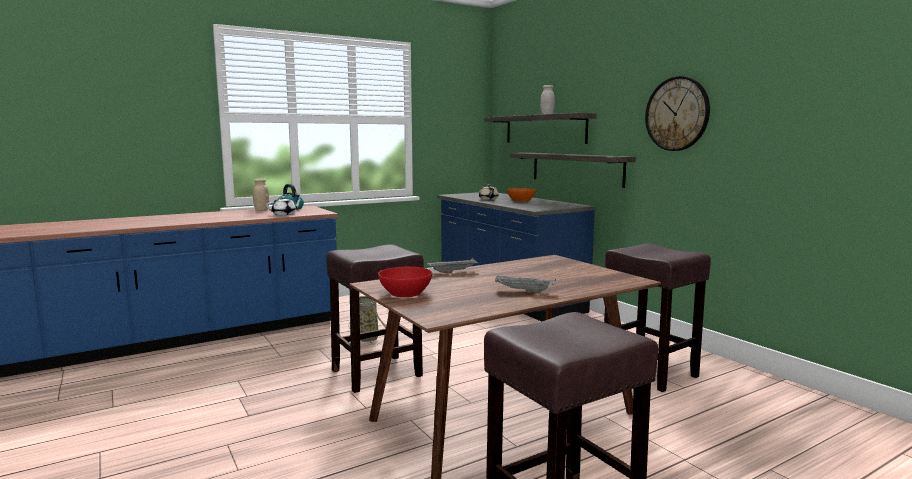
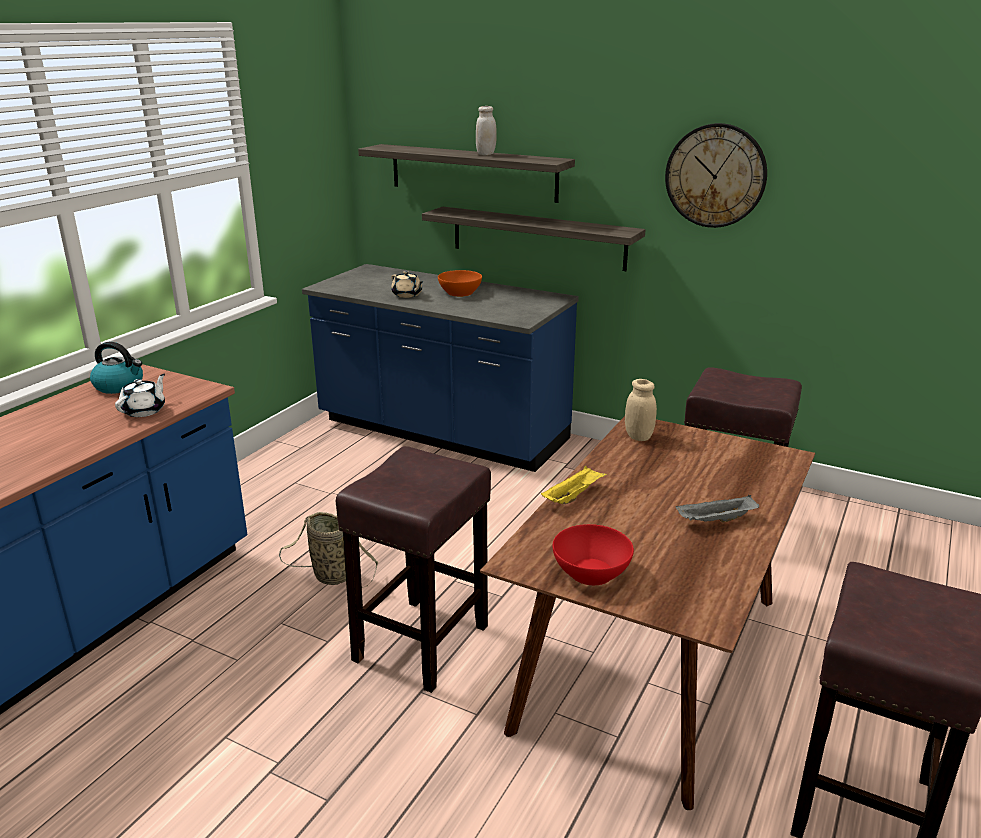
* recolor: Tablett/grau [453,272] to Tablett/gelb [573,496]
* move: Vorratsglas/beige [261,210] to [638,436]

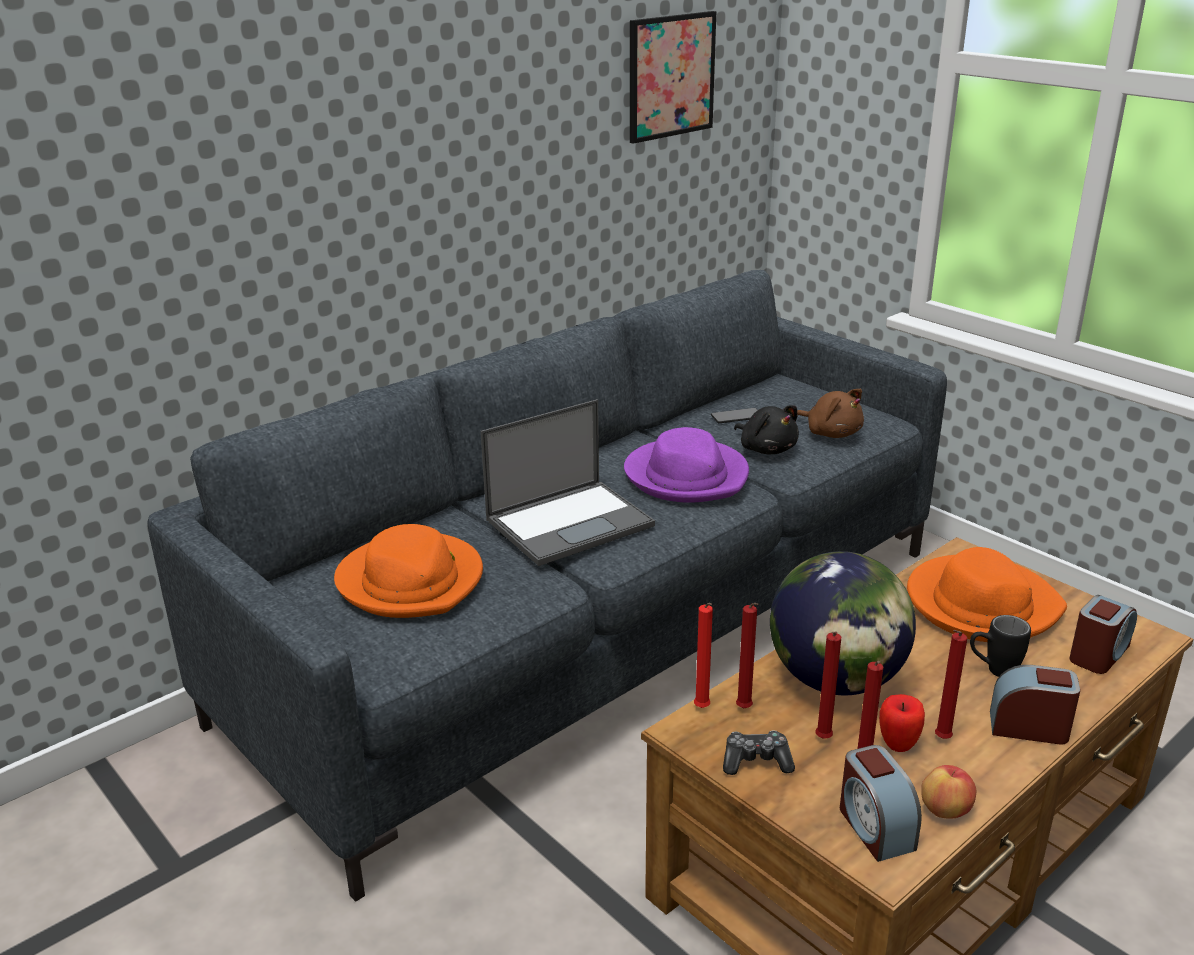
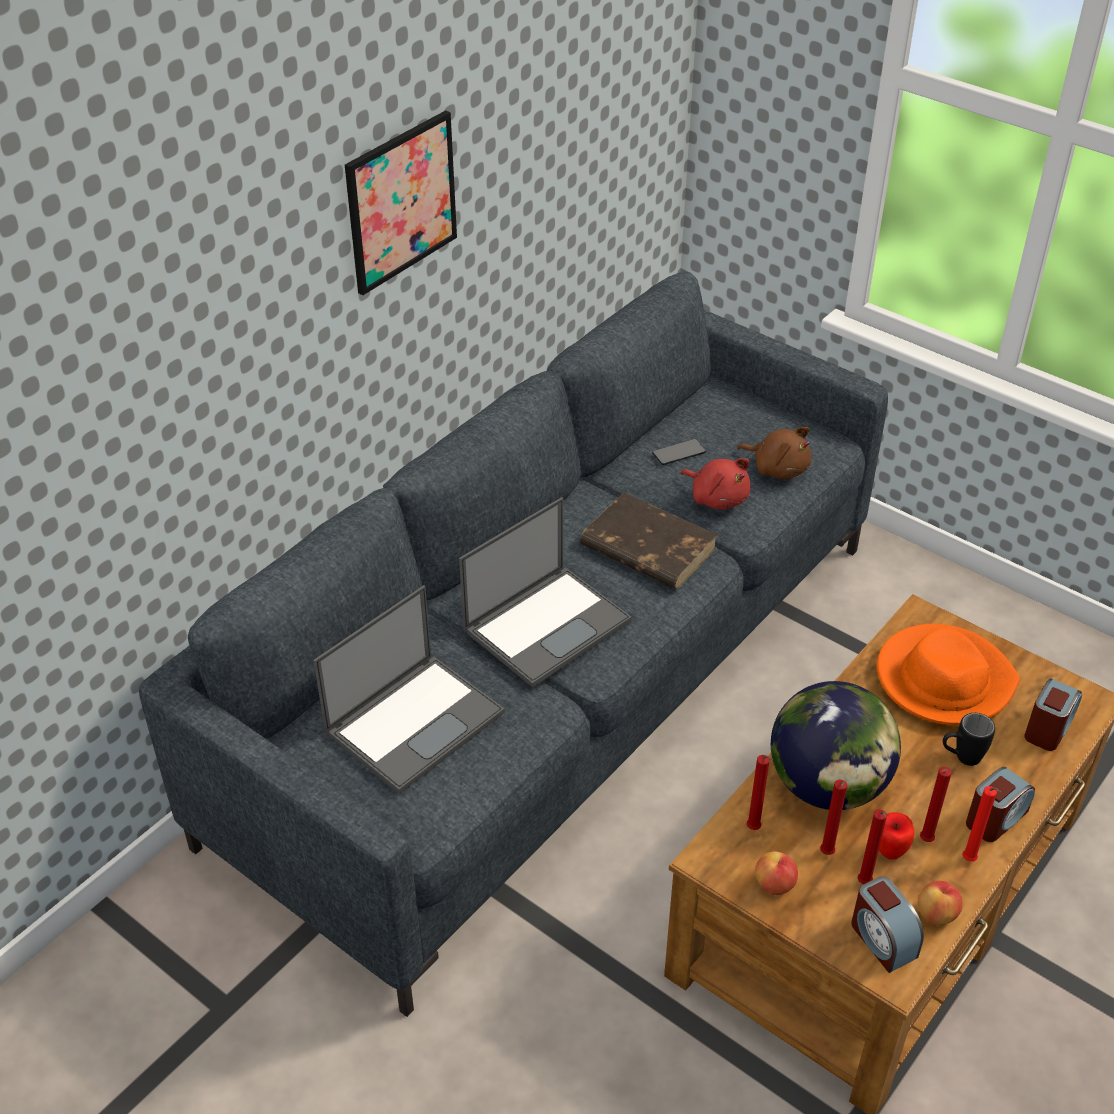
* replace: Hut/orange [412,581] to Laptop [416,721]
* move: Bild [671,76] to [401,202]
* replace: Hut/lila [687,476] to Buch/braun [647,547]
* recolor: Plüschtier/schwarz [766,449] to Plüschtier/rot [717,498]
* replace: Gamepad [756,761] to Apfel [774,885]
* move: Kerze/rot [702,709] to [970,861]
* rotate: Wecker [1028,727] = [995,818] 135 degrees clockwise

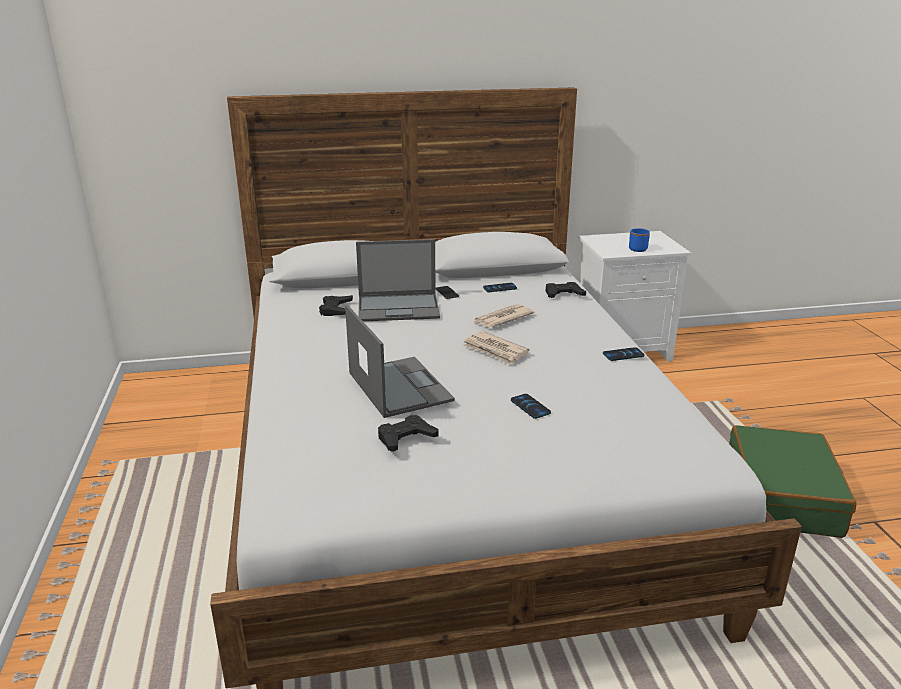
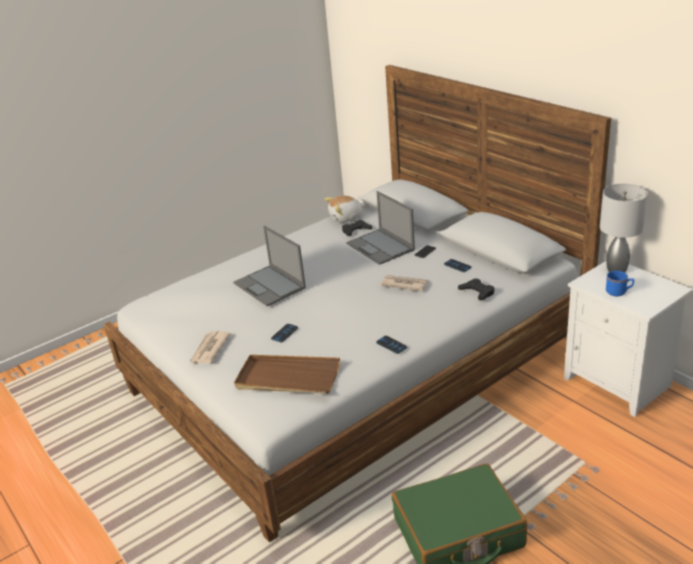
* move: Zeitung [495,350] to [209,349]
* rotate: Laptop [398,386] = [270,286] 105 degrees clockwise
* insert: Tablett/braun [287,378]
* insert: Plüschtier [346,218]
* insert: Tischlampe/grau [617,270]
* delete: Gamepad/schwarz [406,438]

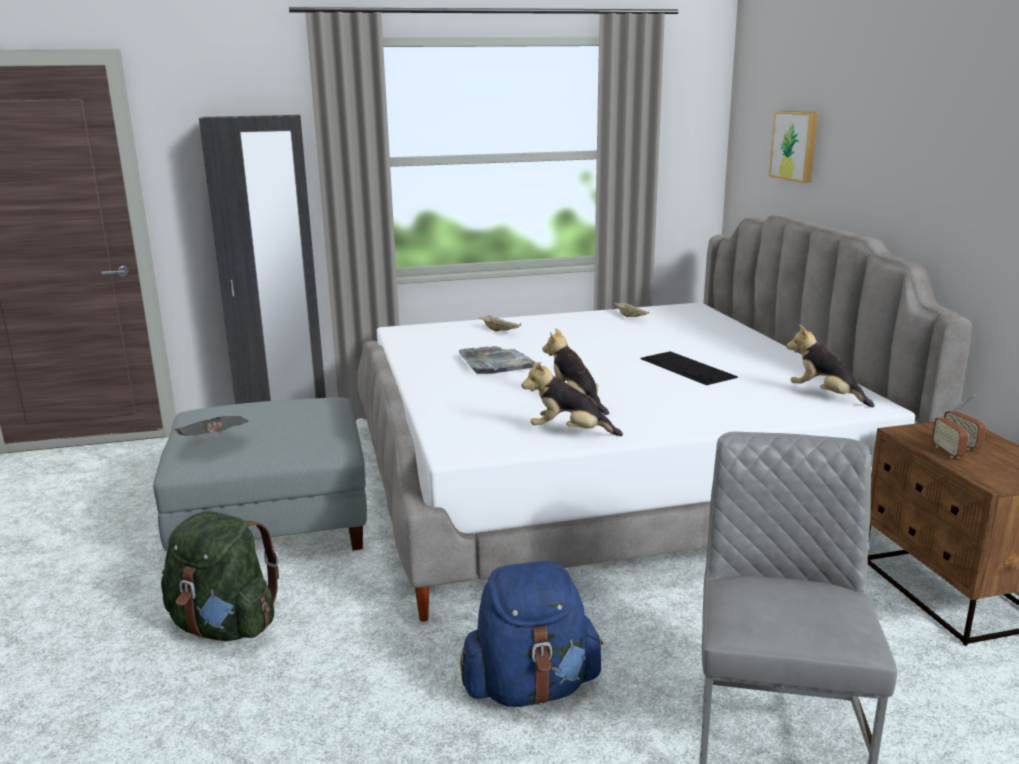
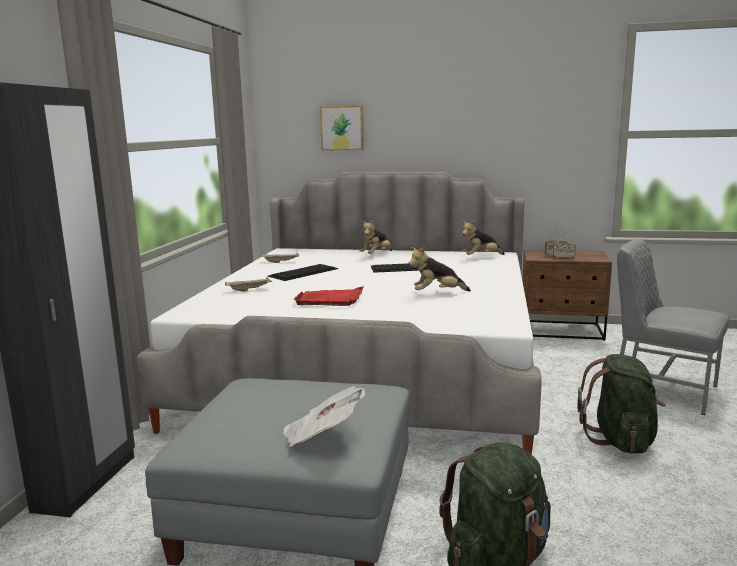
* insert: Tastatur [303,272]
* recolor: Tablett/grau [497,363] to Tablett/rot [330,299]
* move: Plüschtier [569,432] to [376,255]
* recolor: Rucksack/blau [531,688] to Rucksack/grün [620,440]

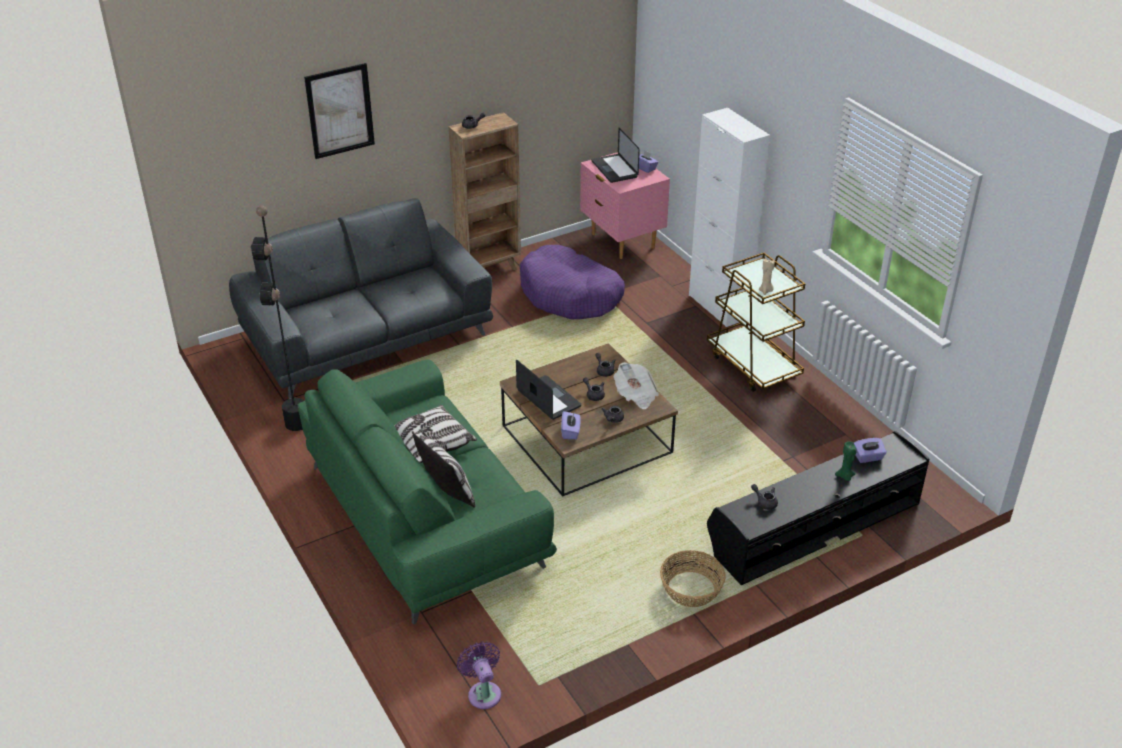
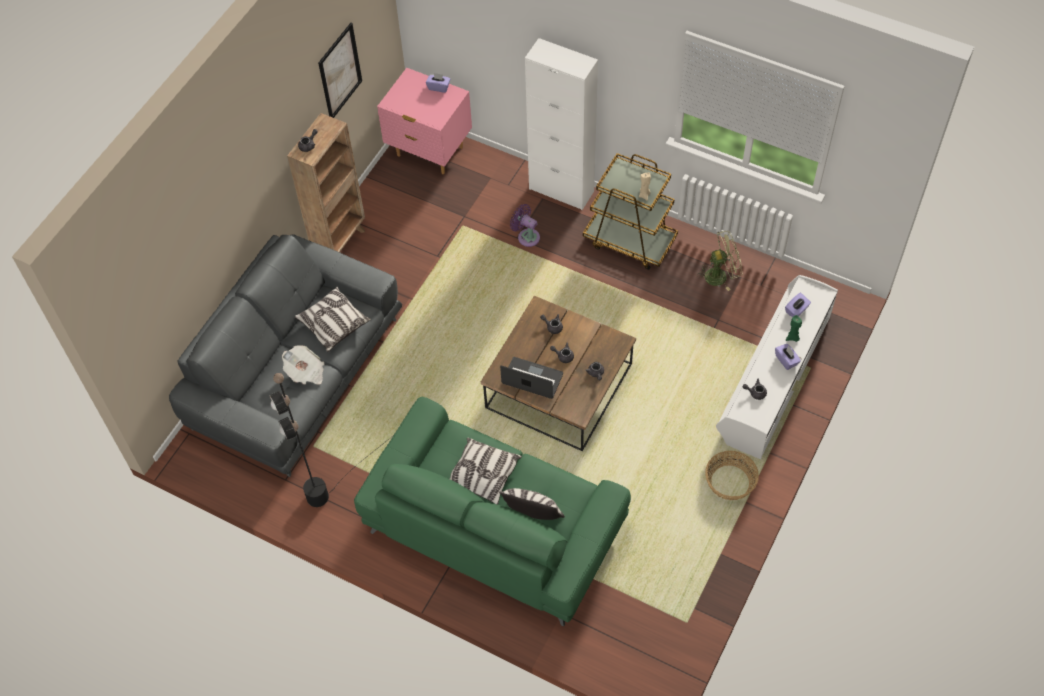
* move: Zeitung [635,395] to [305,372]
* insert: Kissen [333,324]
* move: Bild [340,111] to [340,71]
* move: Ventilator/lila [483,692] to [526,236]
* insert: Ventilator/grün [720,275]
* recolor: Fernsehschrank/schwarz [813,525] to Fernsehschrank/weiß [773,377]
* move: Taschentuchbox/lila [570,432] to [786,360]
* delete: Hundebett/lila [570,295]
* delete: Laptop [614,169]

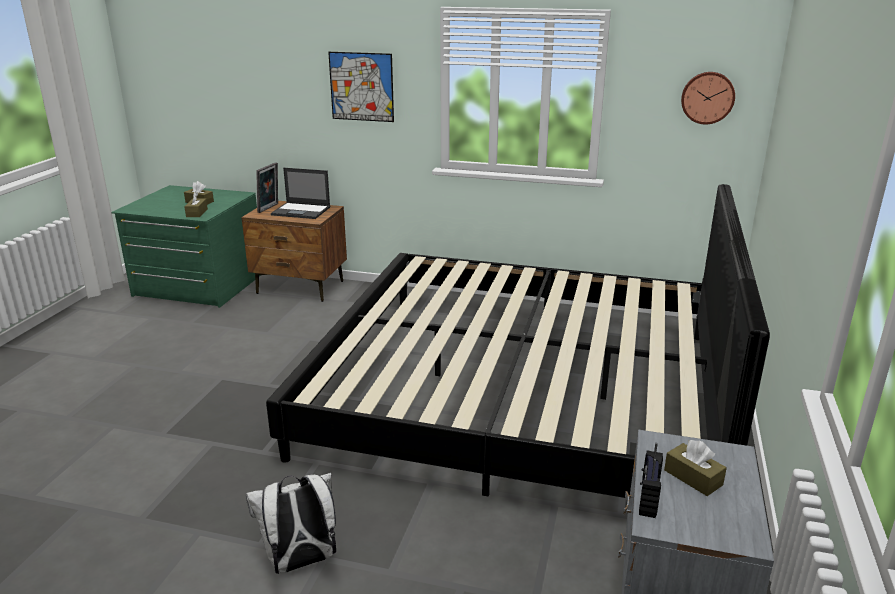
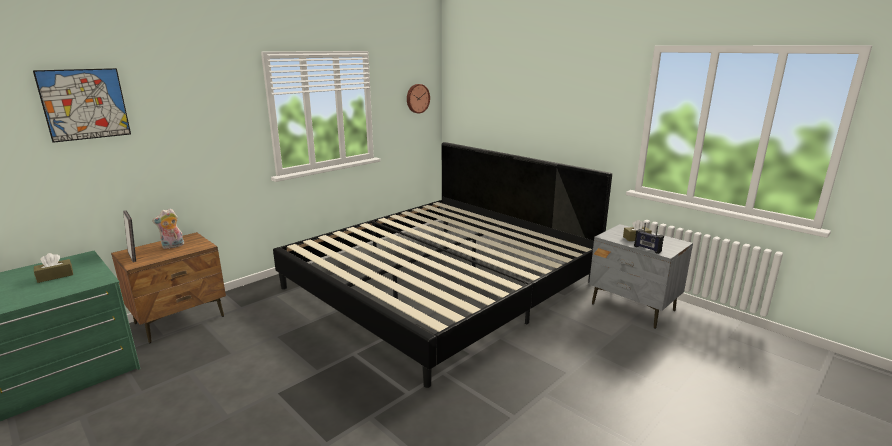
* move: Bild [361,87] to [85,104]
* replace: Laptop [302,211] to Plüschtier [172,246]
* delete: Taschentuchbox/braun [197,213]
* delete: Rucksack/weiß [300,562]

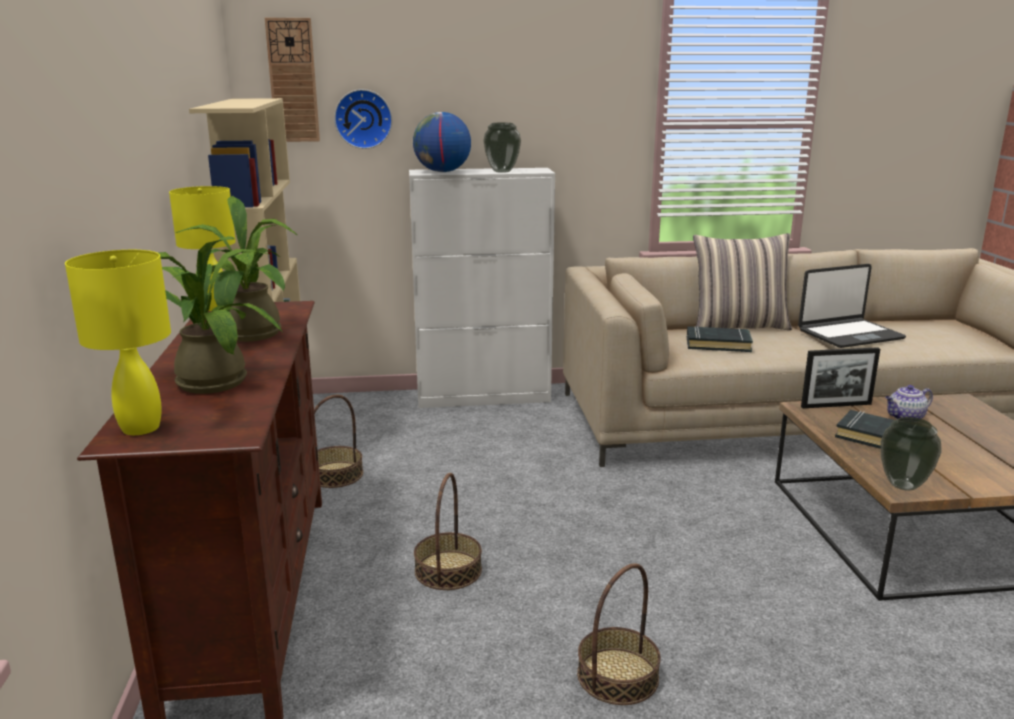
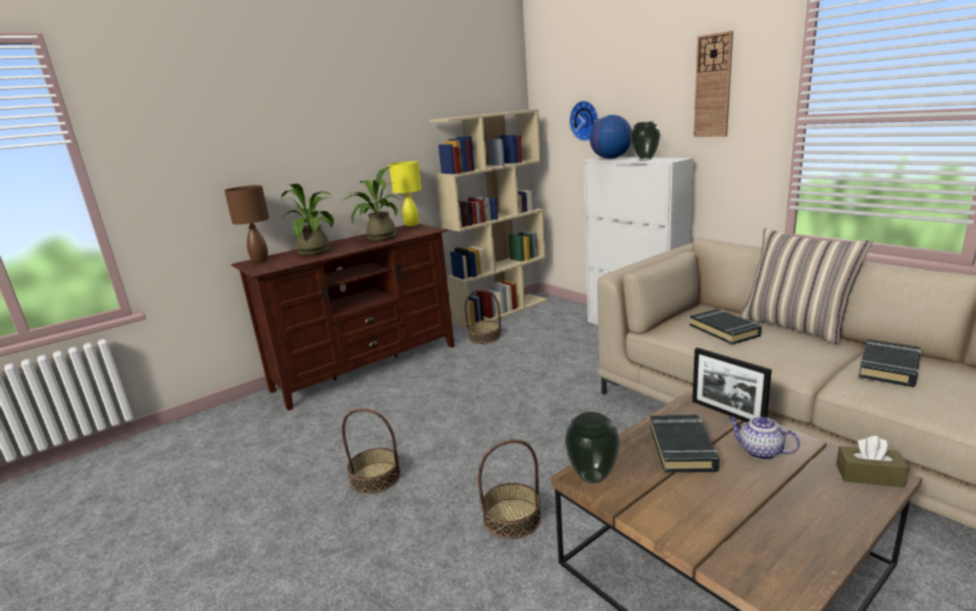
* recolor: Tischlampe/gelb [139,428] to Tischlampe/braun [260,260]
* move: Korb [448,570] to [512,517]
* move: Wanduhr [293,81] to [713,86]
* insert: Taschentuchbox/braun [869,475]
* replace: Laptop [849,334] to Buch/schwarz [889,368]

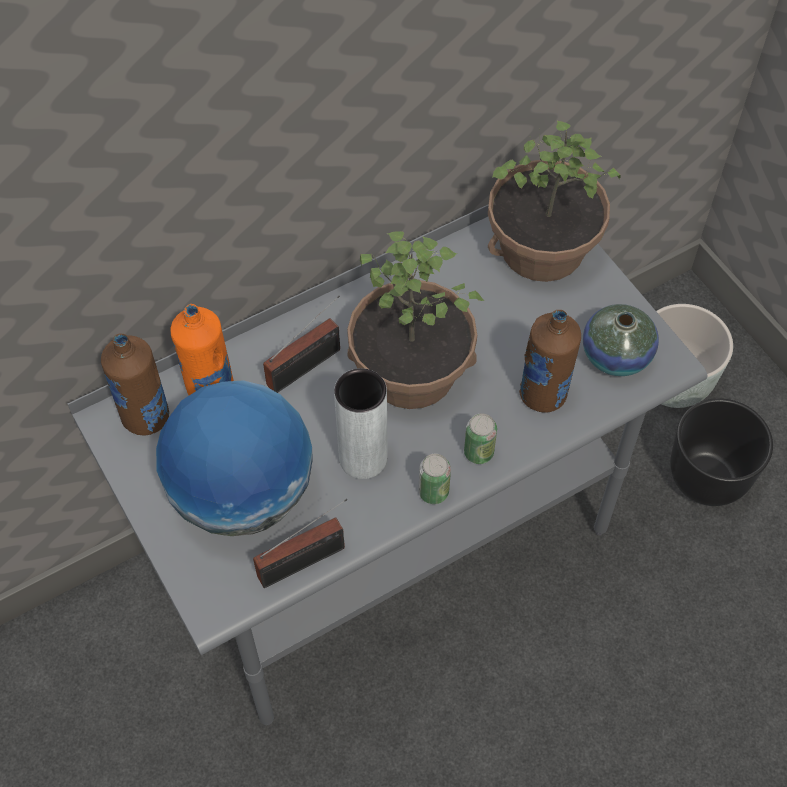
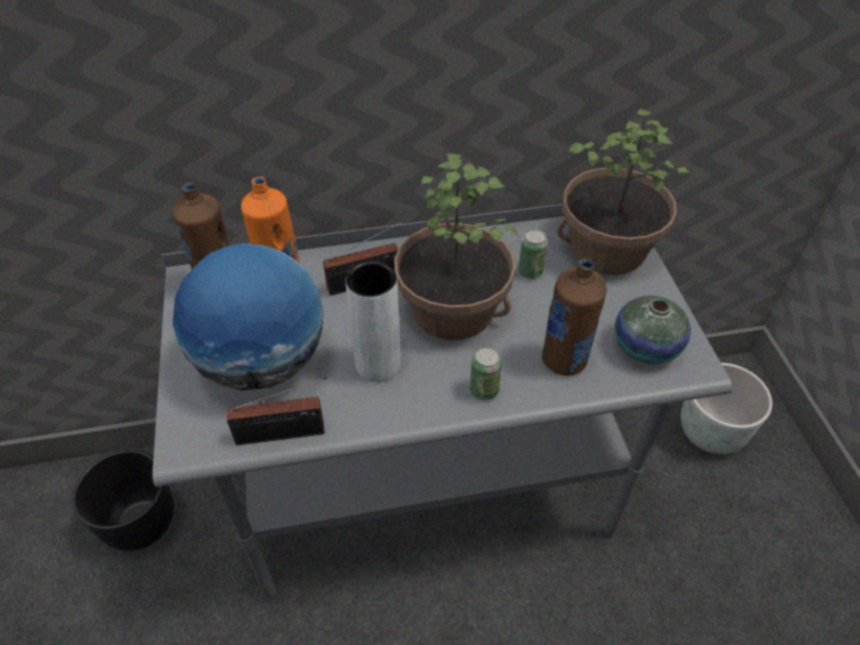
* move: Pflanzkübel/schwarz [706,479] to [140,524]
* move: Dose [433,492] to [530,271]

